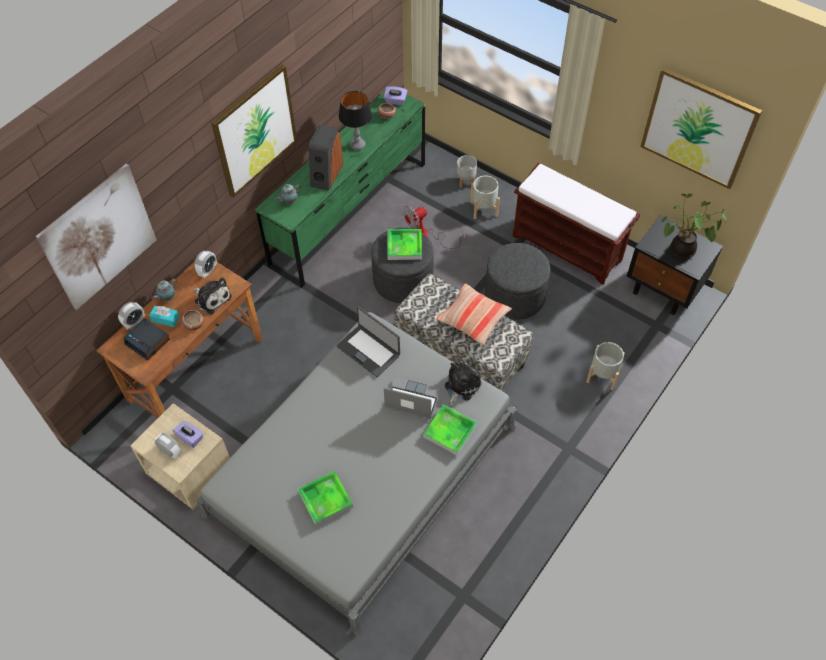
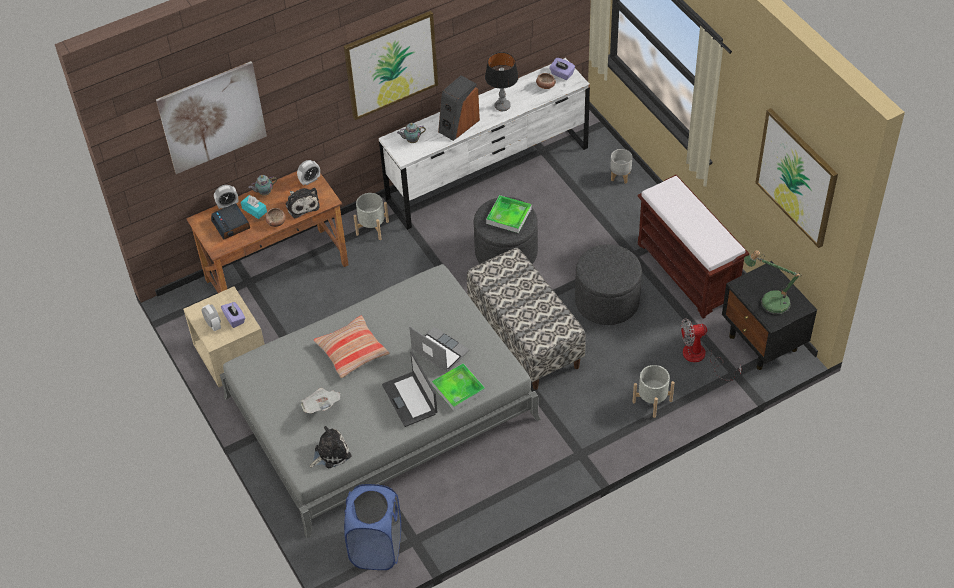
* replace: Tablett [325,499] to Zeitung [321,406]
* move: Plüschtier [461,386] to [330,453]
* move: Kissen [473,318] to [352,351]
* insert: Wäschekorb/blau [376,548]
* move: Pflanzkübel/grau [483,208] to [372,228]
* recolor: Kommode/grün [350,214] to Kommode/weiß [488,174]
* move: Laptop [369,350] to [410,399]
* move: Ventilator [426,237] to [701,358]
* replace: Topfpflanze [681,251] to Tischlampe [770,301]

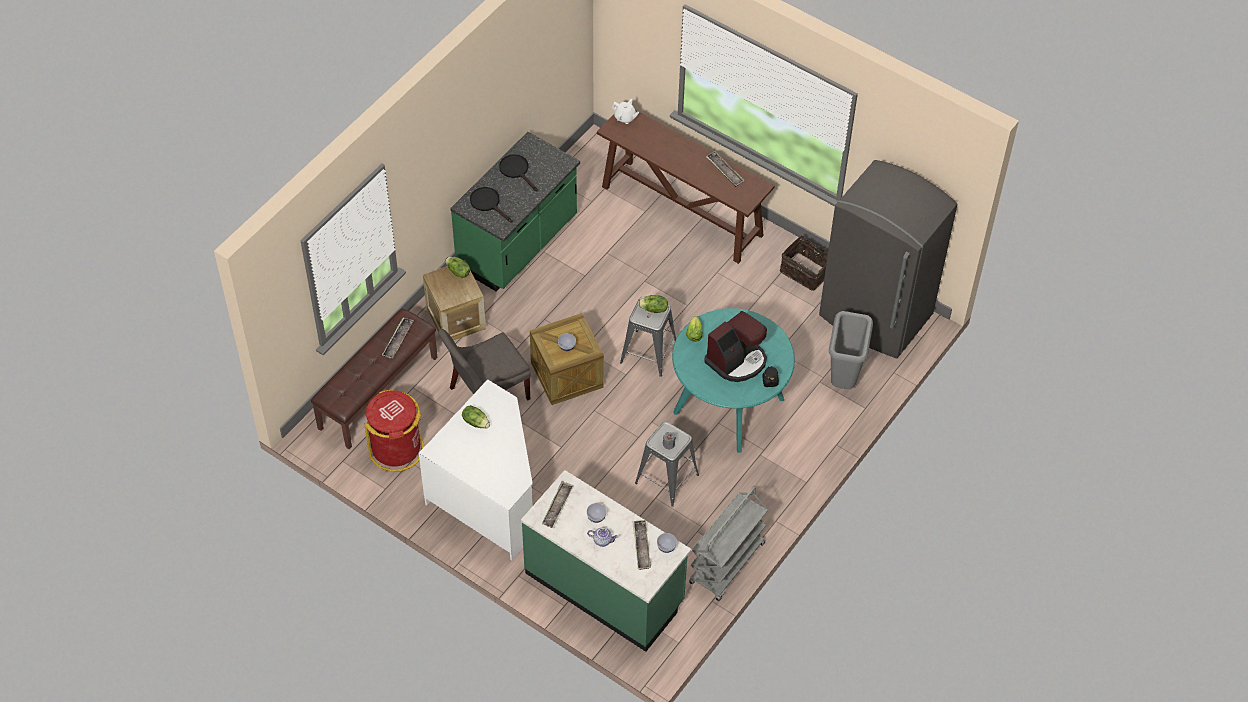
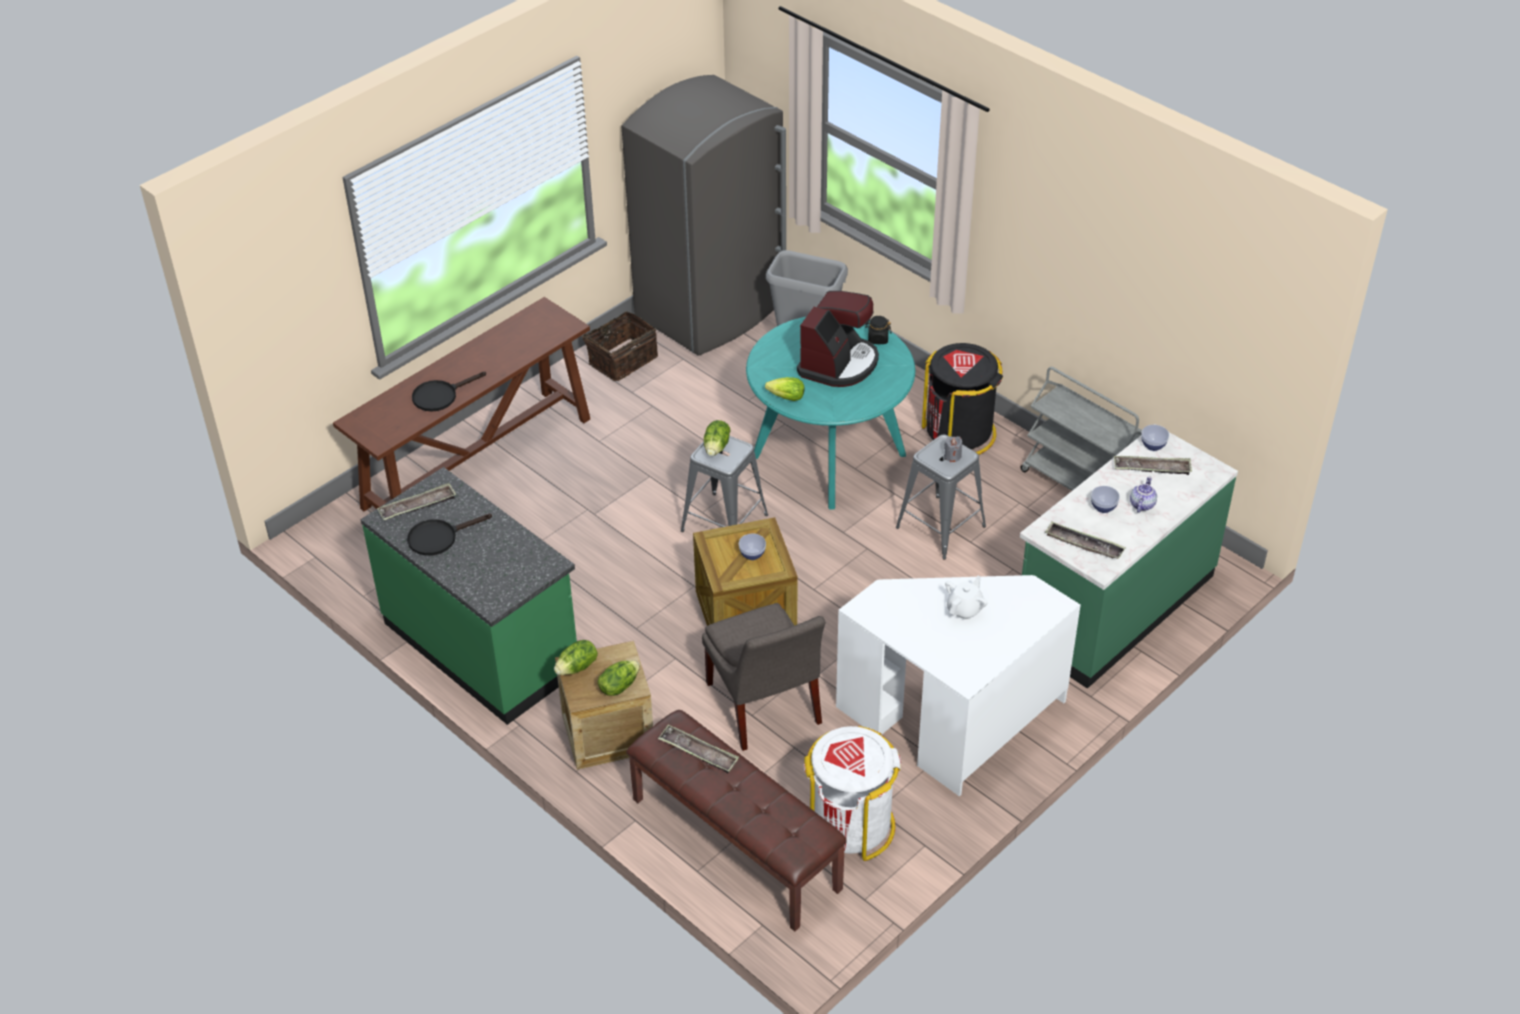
* move: Tablett [725,171] to [417,506]
* move: Pfanne/schwarz [488,203] to [440,395]
* move: Salatkopf [476,422] to [619,686]
* rotate: Kaffeemaschine [737,360] = [838,363] 60 degrees clockwise
* recolor: Mülleimer/rot [397,449] to Mülleimer/weiß [850,825]
* insert: Mülleimer/schwarz [959,433]
* move: Teekanne/weiß [625,118] to [965,609]

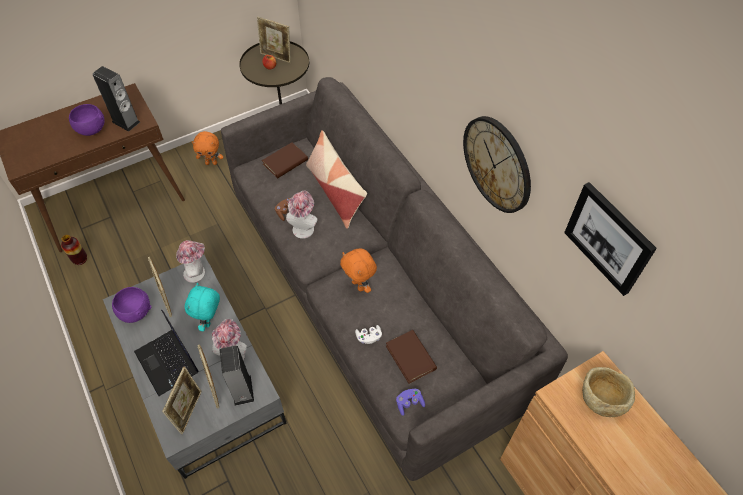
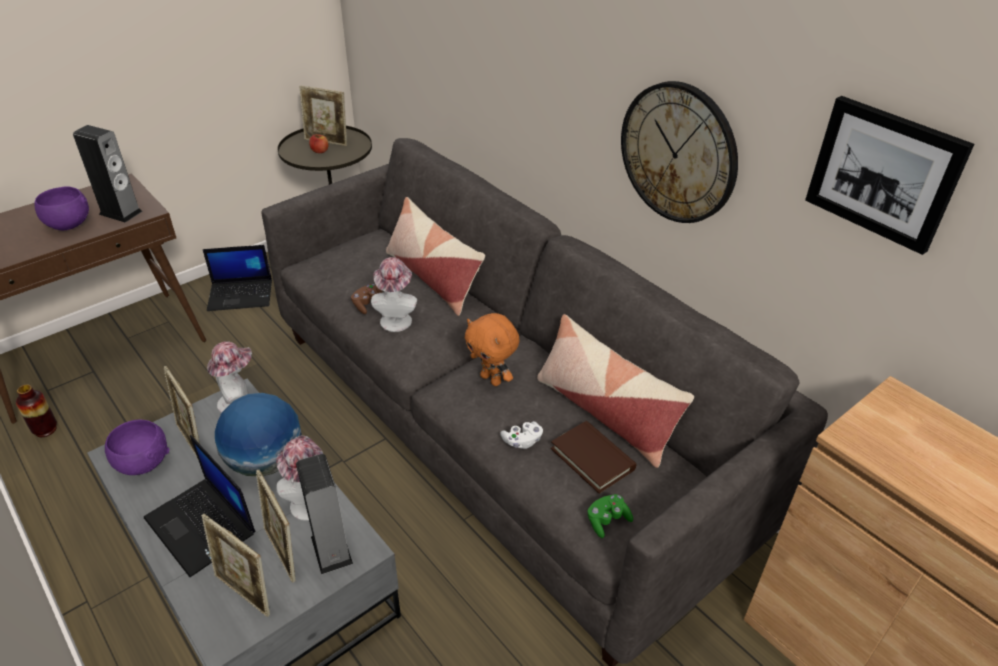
* rotate: Bilderrahmen [189,411] = [245,592] 120 degrees clockwise
* replace: Plüschtier/orange [211,163] to Laptop [241,295]
* replace: Plüschtier/türkis [210,321] to Globus [266,461]
* insert: Kissen [605,412]
* recolor: Gamepad/lila [409,403] to Gamepad/grün [607,521]
* delete: Buch/braun [285,162]
* delete: Schüssel/beige [600,400]

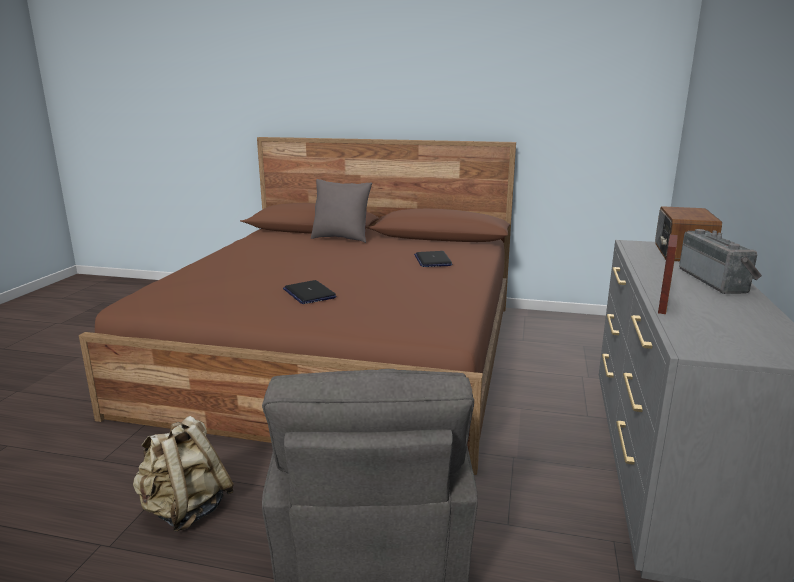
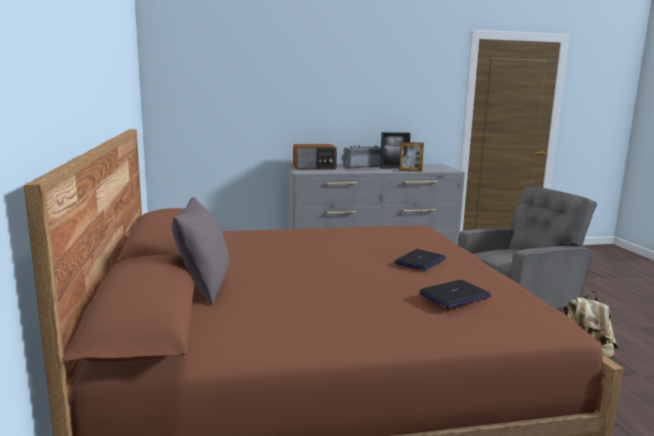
* insert: Bilderrahmen [394,168]
* move: Laptop [432,260] to [454,295]

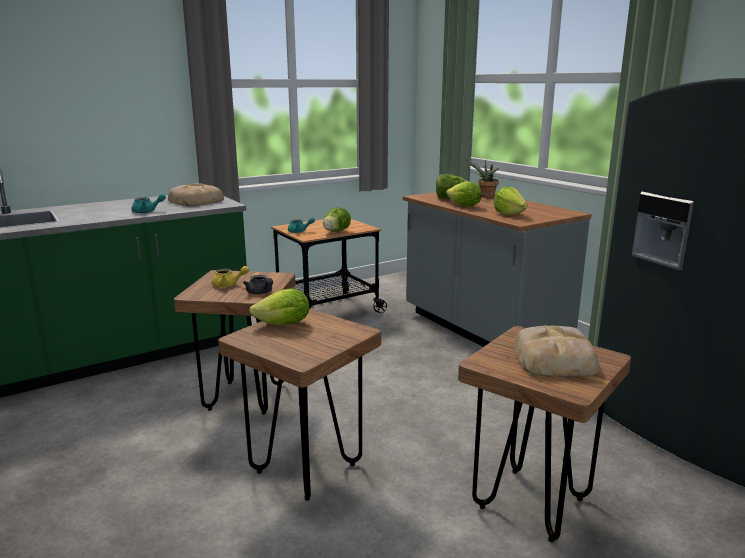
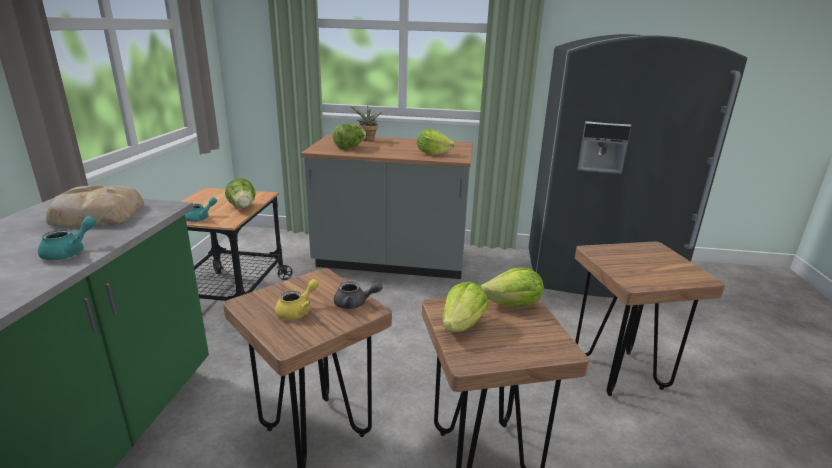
* move: Salatkopf [464,206] to [513,305]
* delete: Brot [555,359]

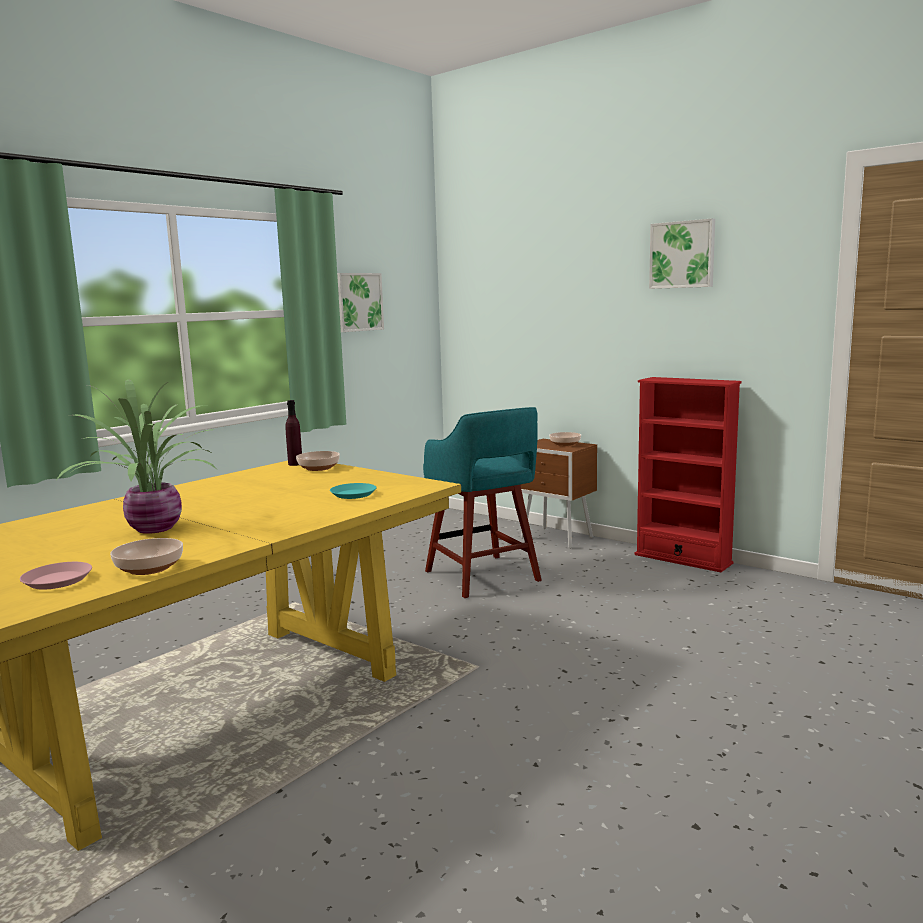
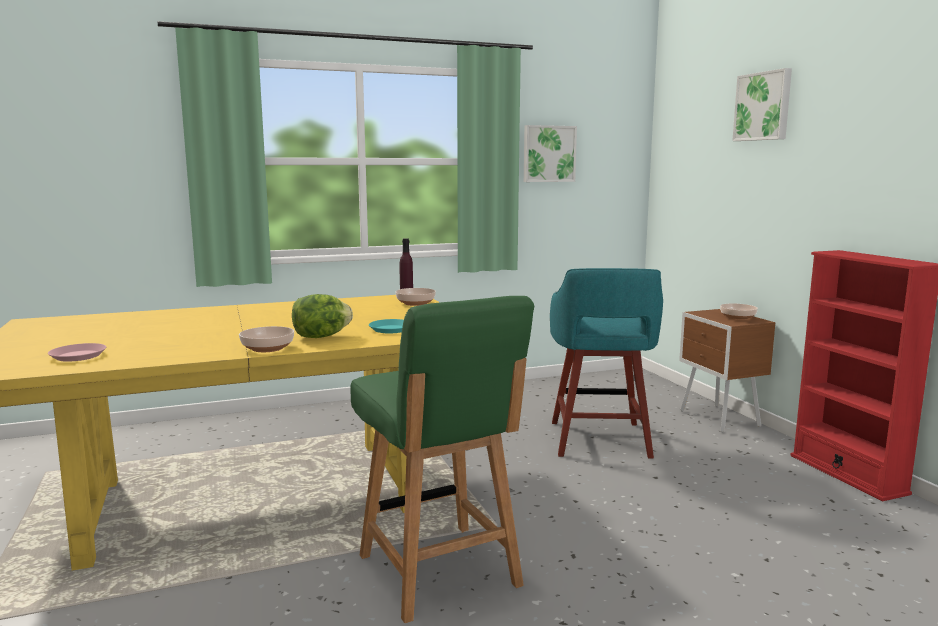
* move: Schüssel [150,568] to [268,348]
* insert: Salatkopf [321,337]
* insert: Stuhl/grün [440,572]
* move: Bild [682,254] to [763,106]
* delete: Topfpflanze [154,528]

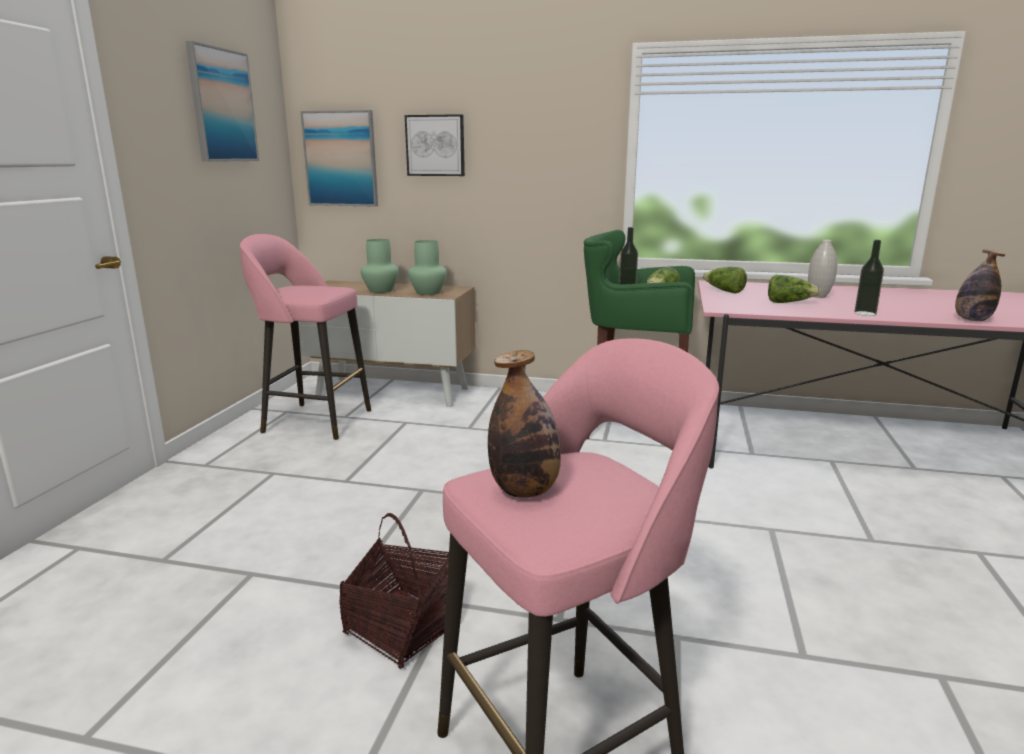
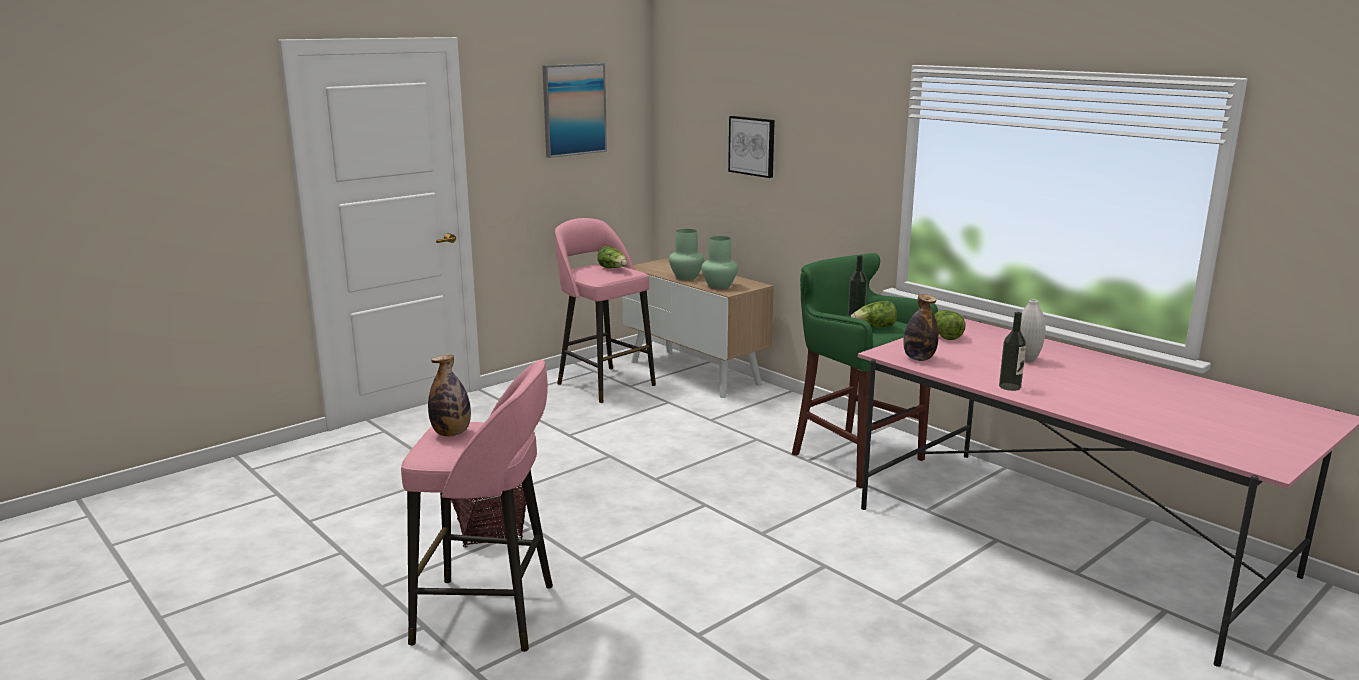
* move: Salatkopf [789,303] to [613,269]
* move: Flasche [972,320] to [919,358]
* delete: Bild [341,159]

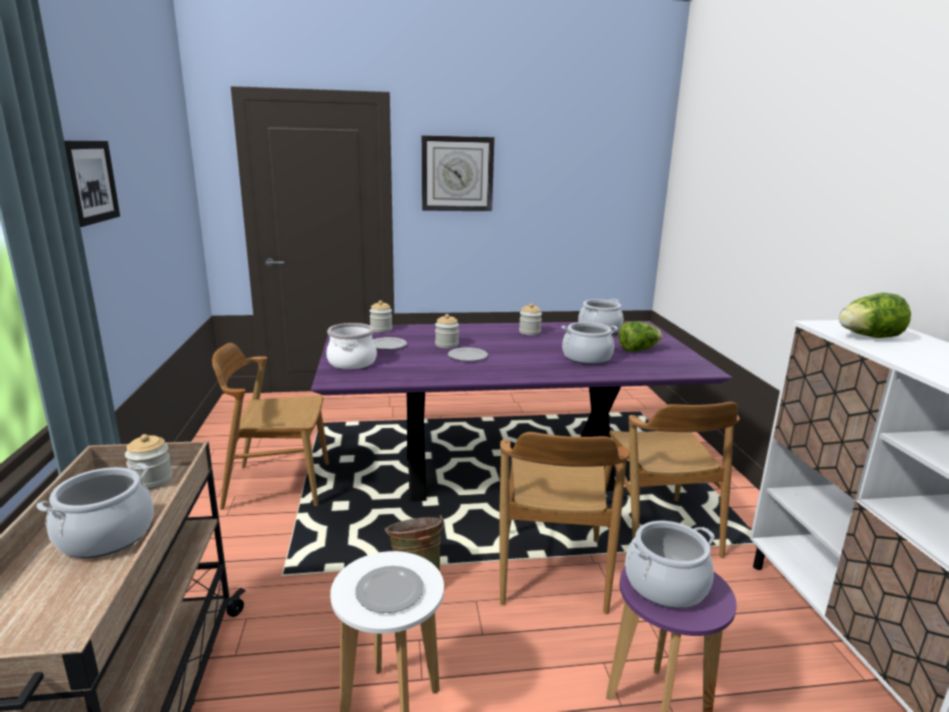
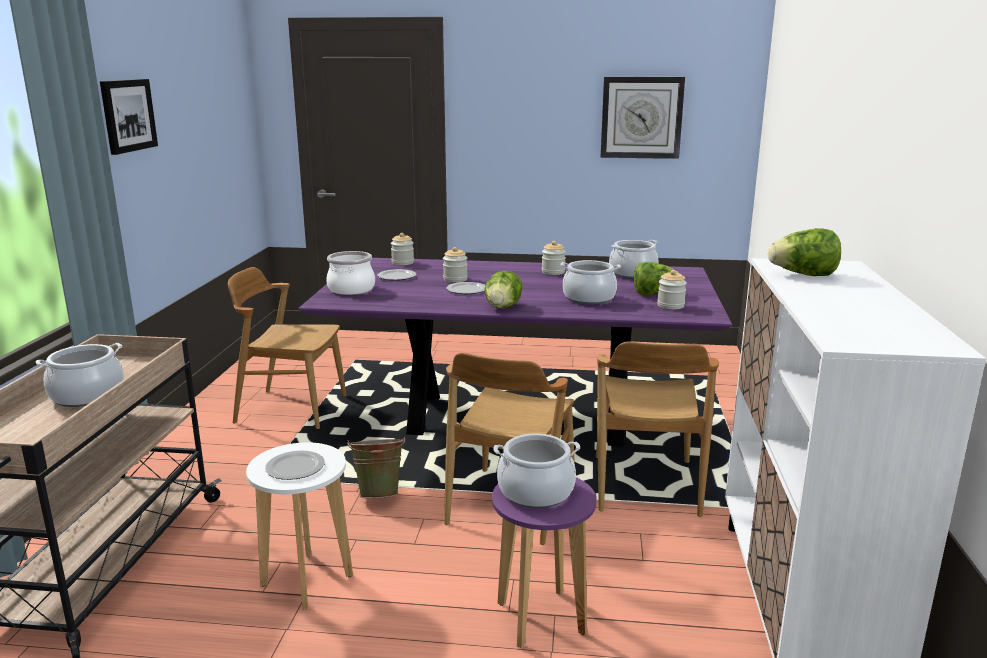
* insert: Salatkopf [503,307]
* move: Wanduhr [457,174] to [641,117]
* move: Vorratsglas [152,481] to [670,305]

